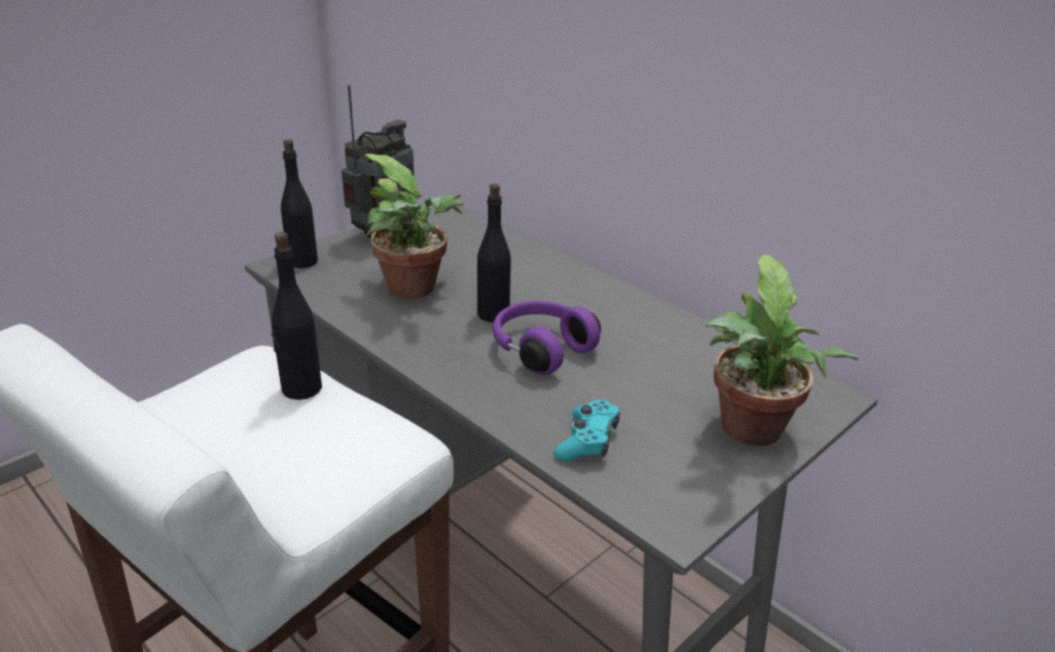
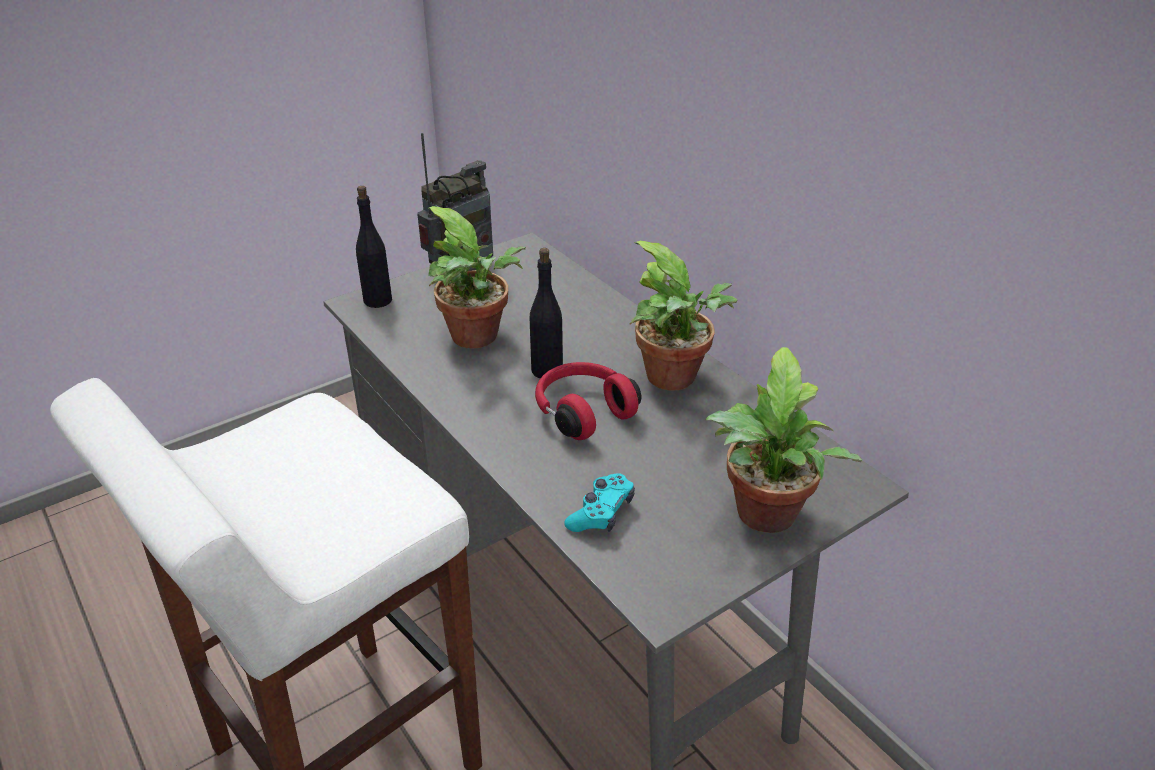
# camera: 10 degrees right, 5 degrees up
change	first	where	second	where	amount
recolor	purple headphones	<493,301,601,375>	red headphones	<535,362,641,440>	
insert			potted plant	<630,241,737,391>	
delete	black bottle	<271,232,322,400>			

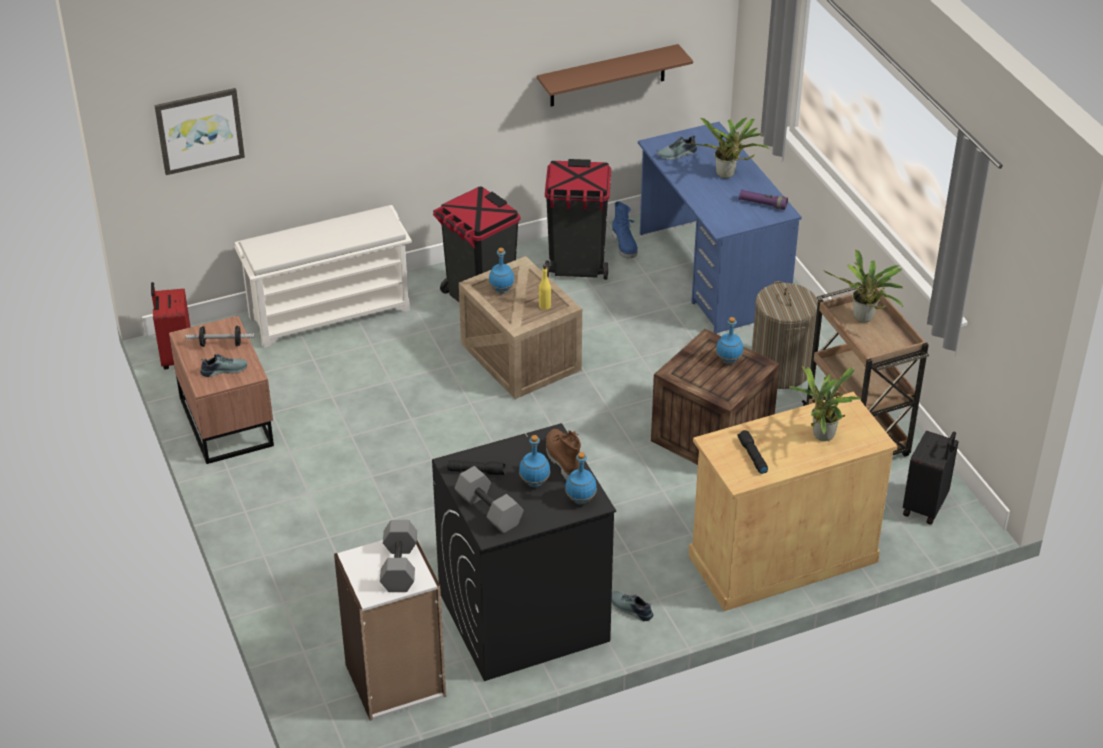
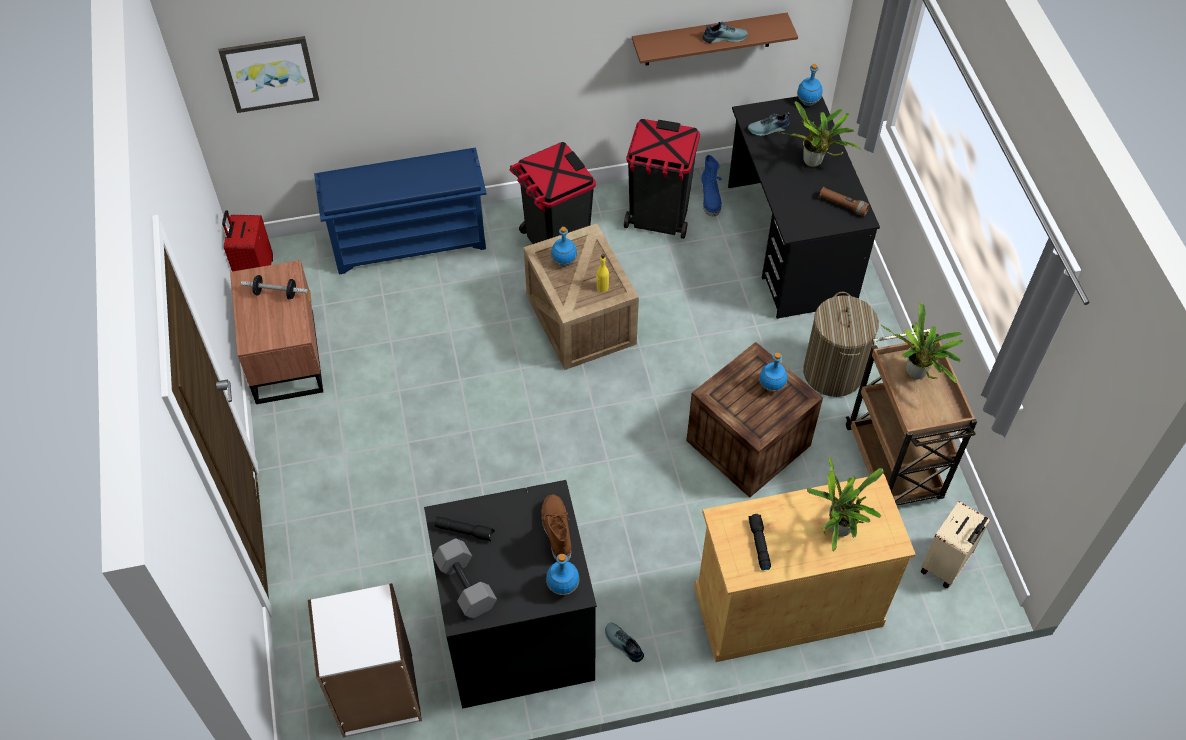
# camera: 10 degrees right, 15 degrees up
change	first	where	second	where	amount
recolor	white shoe rack	<235,205,412,348>	blue shoe rack	<314,148,487,274>	
move	shoe	<200,354,247,377>		<703,22,748,43>	
recolor	blue desk	<638,122,802,334>	black desk	<728,96,880,319>	
move	blue bottle	<519,435,550,487>		<797,64,823,106>	
recolor	purple flashlight	<739,189,788,210>	brown flashlight	<819,187,870,216>	
recolor	black suitcase	<903,430,959,525>	beige suitcase	<921,501,990,589>	
delete	grey dumbbell	<380,520,417,592>			

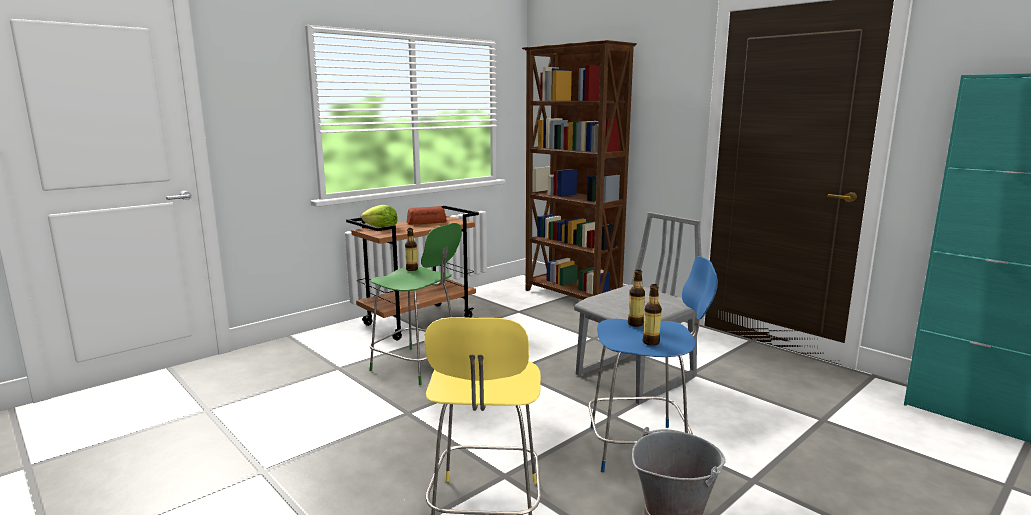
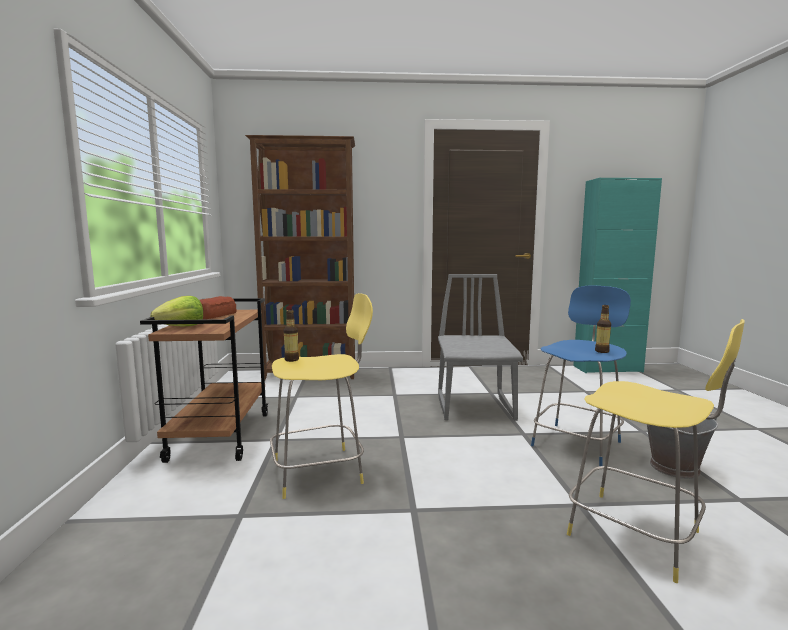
# camera: 50 degrees left, 5 degrees down
change	first	where	second	where	amount
recolor	green stool	<370,223,462,385>	yellow stool	<270,293,373,499>	
delete	bottle	<628,270,645,327>			

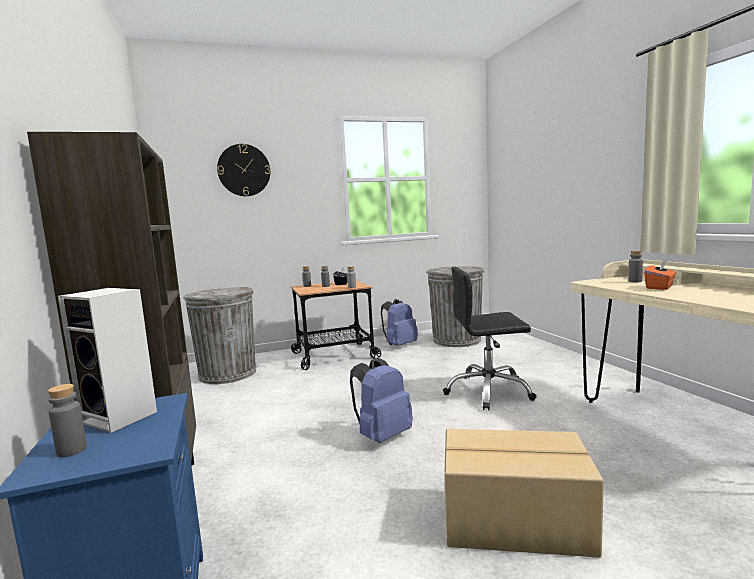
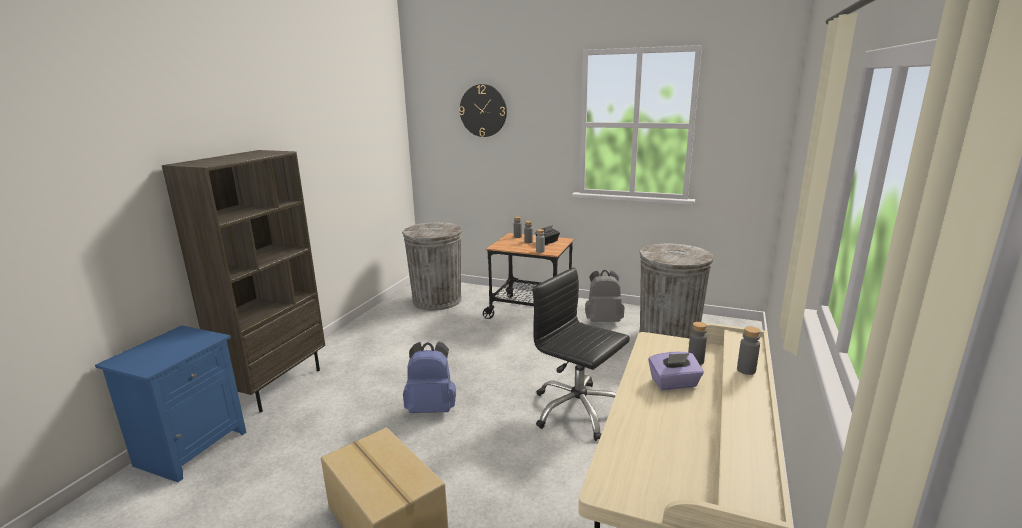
# camera: 40 degrees right, 10 degrees up
change	first	where	second	where	amount
recolor	blue backpack	<381,299,418,346>	grey backpack	<585,270,625,322>	
recolor	orange tissue box	<644,259,676,290>	purple tissue box	<648,352,704,390>	
move	grey bottle	<48,384,87,457>		<737,326,760,375>	
delete	speaker	<58,288,157,433>			

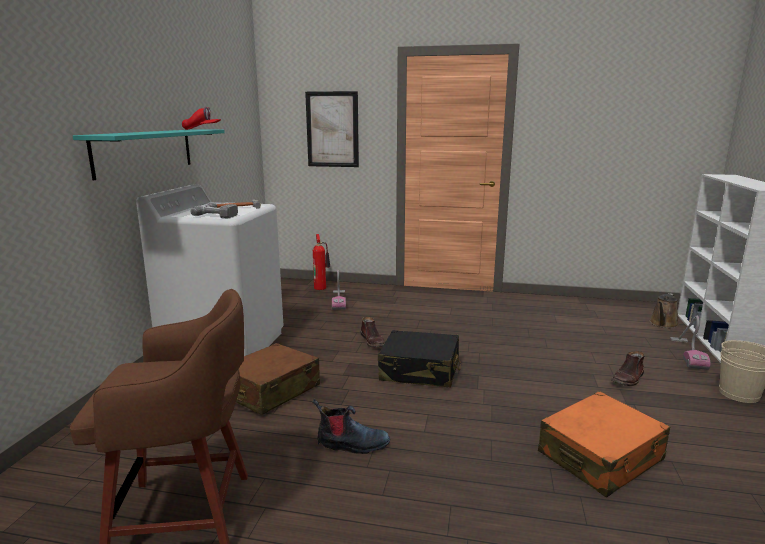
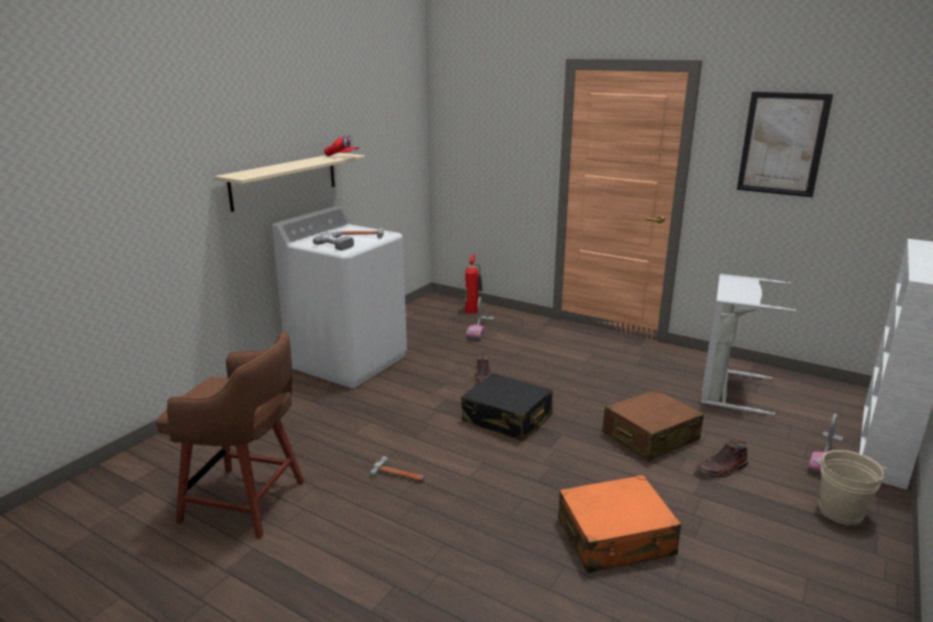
# camera: 20 degrees right, 5 degrees up
change	first	where	second	where	amount
recolor	turquoise shelf	<73,129,225,180>	beige shelf	<214,153,365,212>	
replace	boot	<312,399,390,454>	hammer	<370,456,425,481>	
move	brown suitcase	<236,343,320,415>		<602,389,704,461>	
insert			grey laundry basket	<701,274,796,415>	
move	picture	<305,91,359,167>		<737,91,833,197>	
delete	brown watering can	<649,293,679,328>			

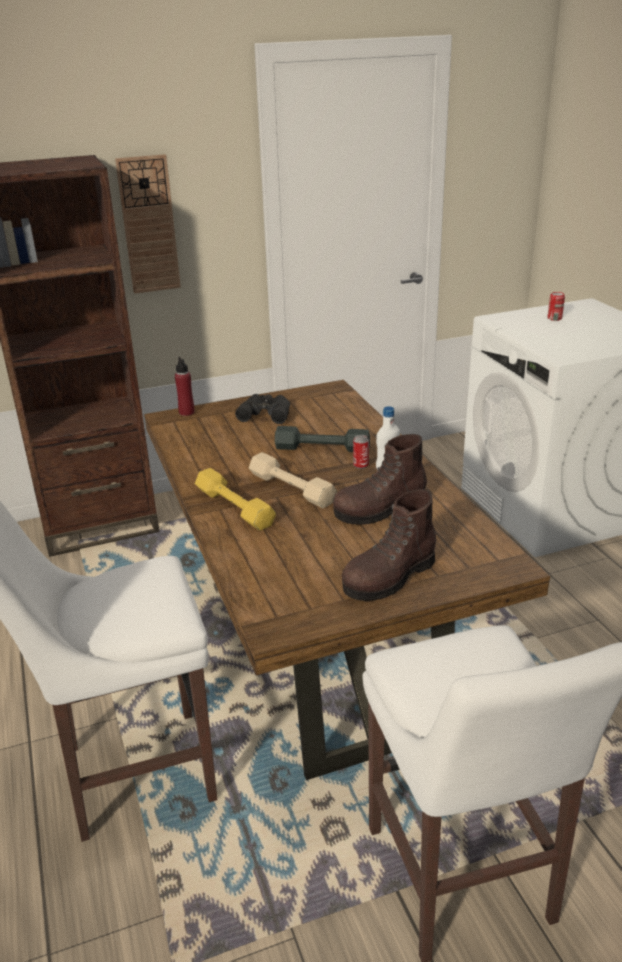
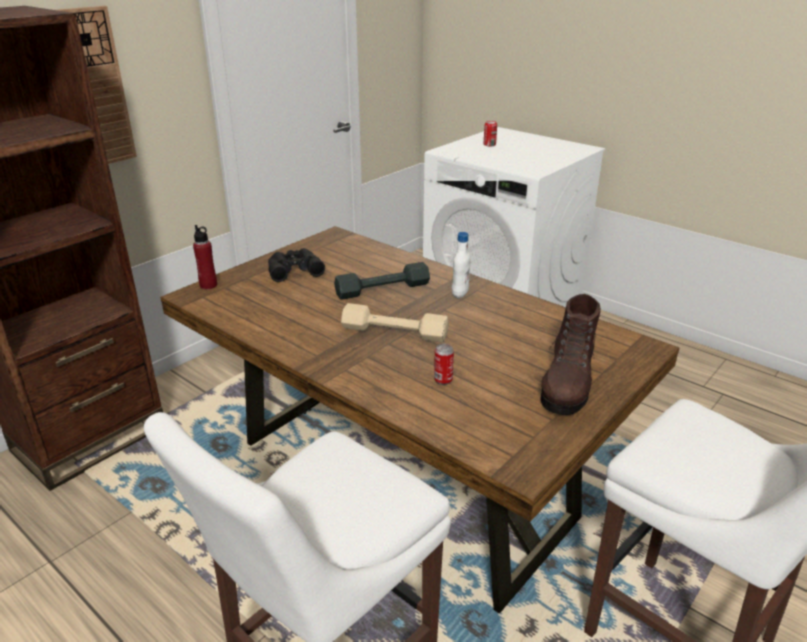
# camera: 30 degrees left, 0 degrees up
change	first	where	second	where	amount
move	can	<353,434,369,469>		<434,344,454,385>	
delete	yellow dumbbell	<195,468,276,531>			
delete	brown boot	<333,434,427,525>			

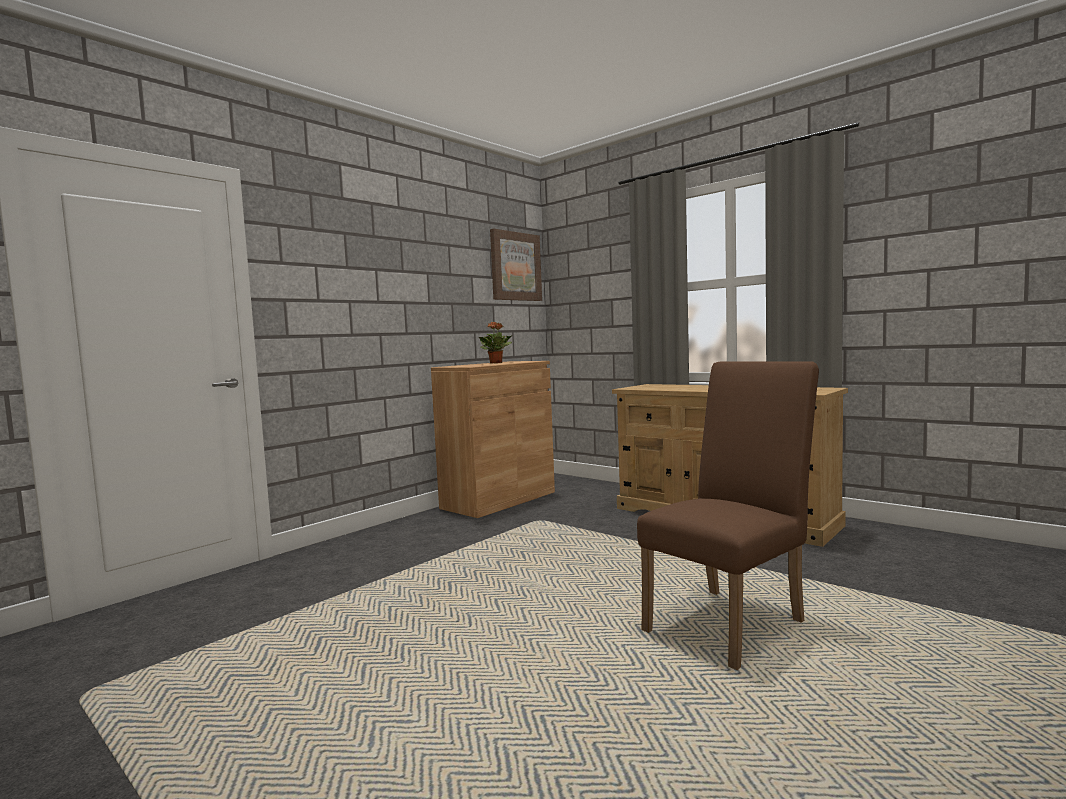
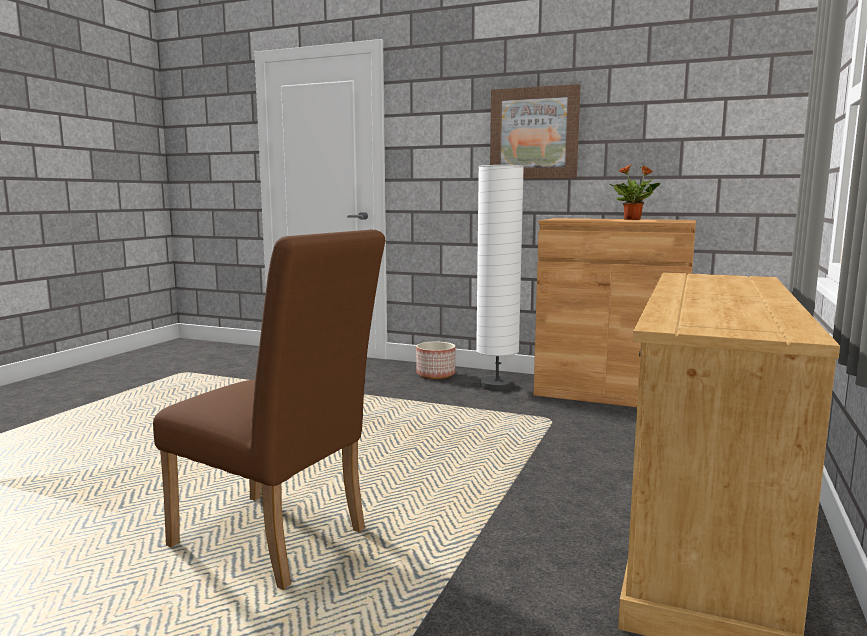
# camera: 70 degrees right, 5 degrees up
change	first	where	second	where	amount
insert			planter	<416,342,455,379>	
insert			white floor lamp	<476,165,524,391>	
move	picture	<490,229,542,301>		<490,84,581,179>	

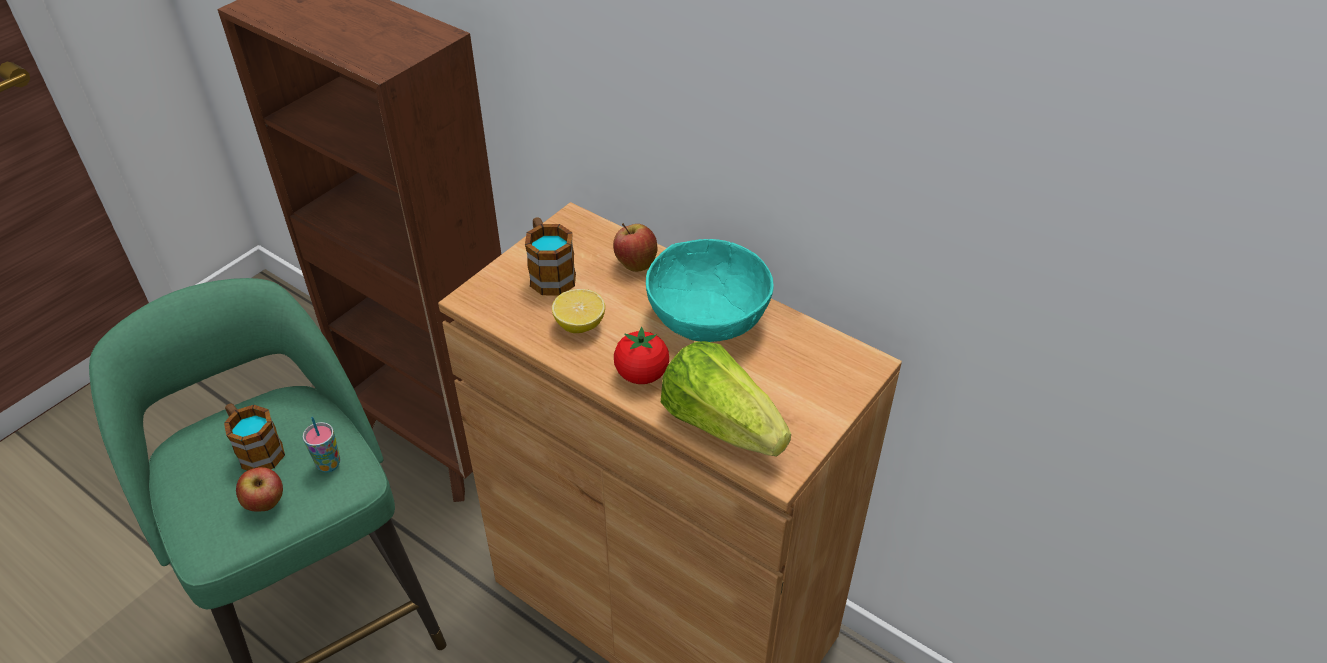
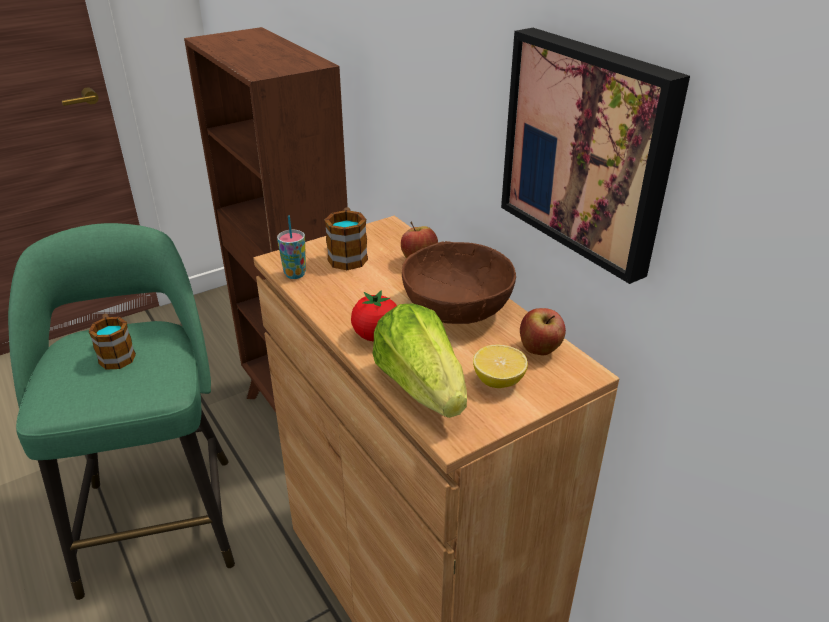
# camera: 20 degrees right, 10 degrees down
change	first	where	second	where	amount
move	cup	<303,417,341,472>		<277,216,306,279>	
recolor	turquoise bowl	<646,239,774,342>	brown bowl	<402,241,516,324>	
move	lemon	<552,289,605,333>		<473,345,528,388>	
insert			picture	<501,28,690,284>	
move	apple	<236,467,283,511>		<520,308,566,356>	

